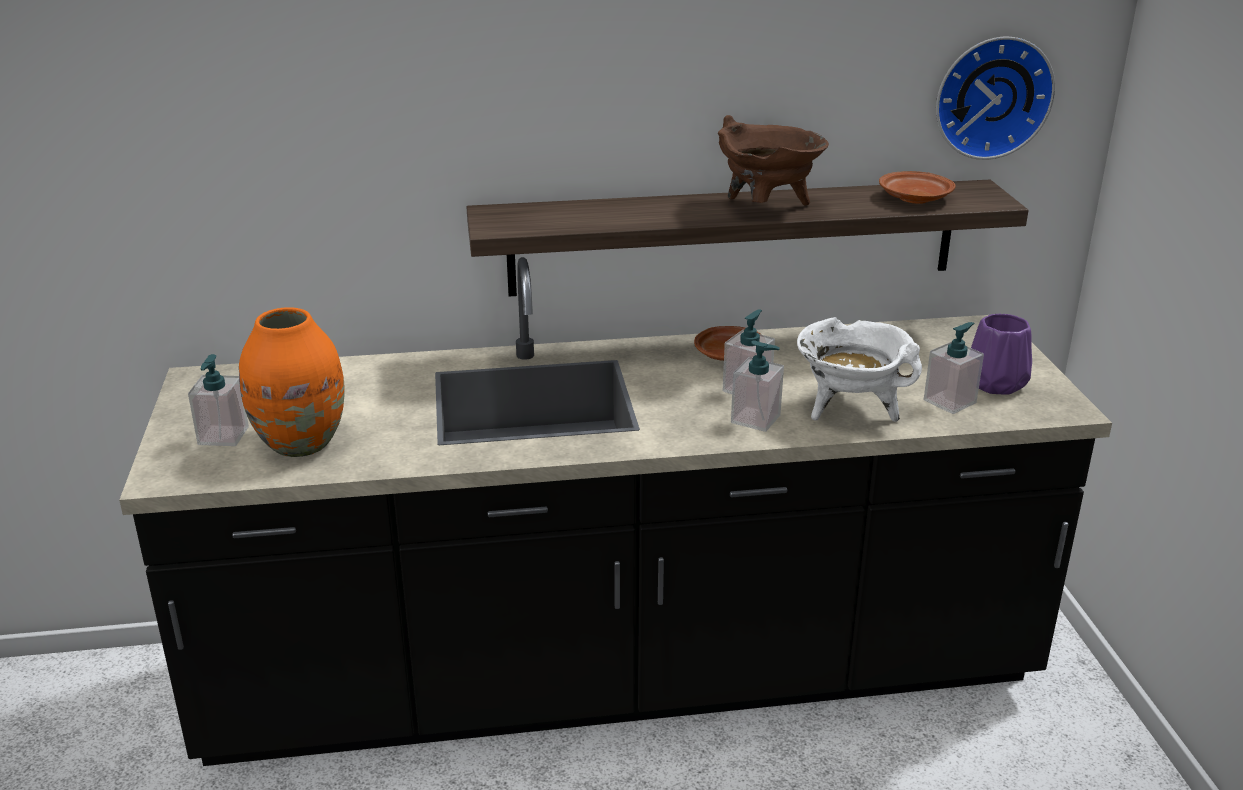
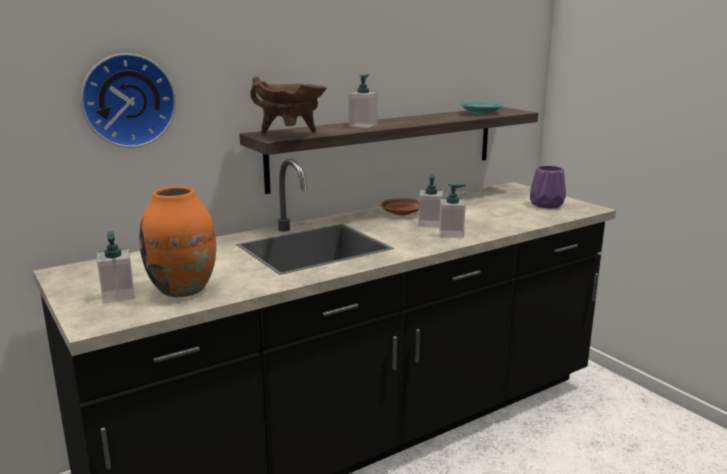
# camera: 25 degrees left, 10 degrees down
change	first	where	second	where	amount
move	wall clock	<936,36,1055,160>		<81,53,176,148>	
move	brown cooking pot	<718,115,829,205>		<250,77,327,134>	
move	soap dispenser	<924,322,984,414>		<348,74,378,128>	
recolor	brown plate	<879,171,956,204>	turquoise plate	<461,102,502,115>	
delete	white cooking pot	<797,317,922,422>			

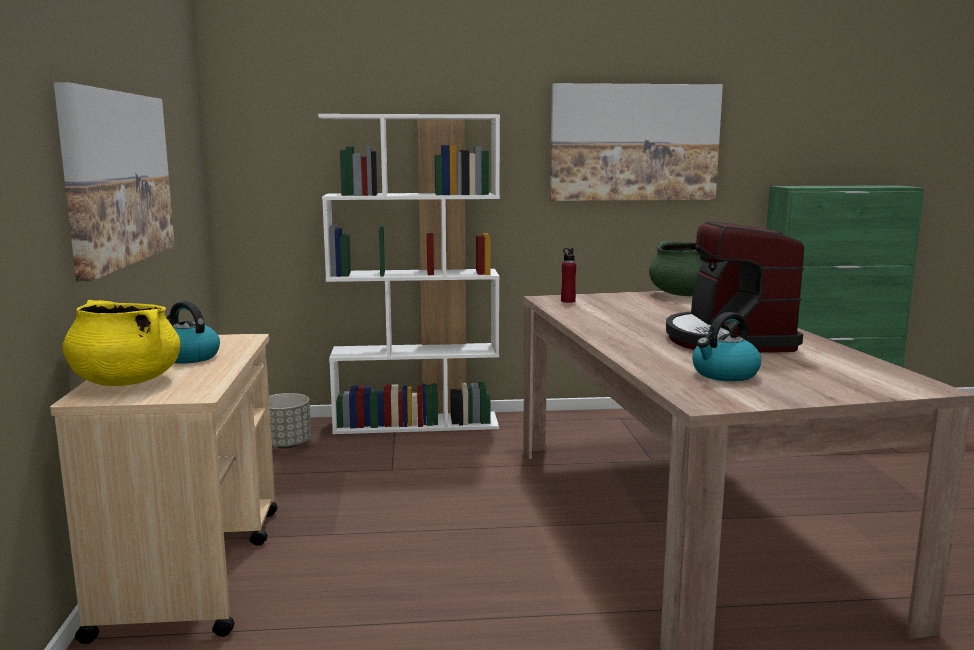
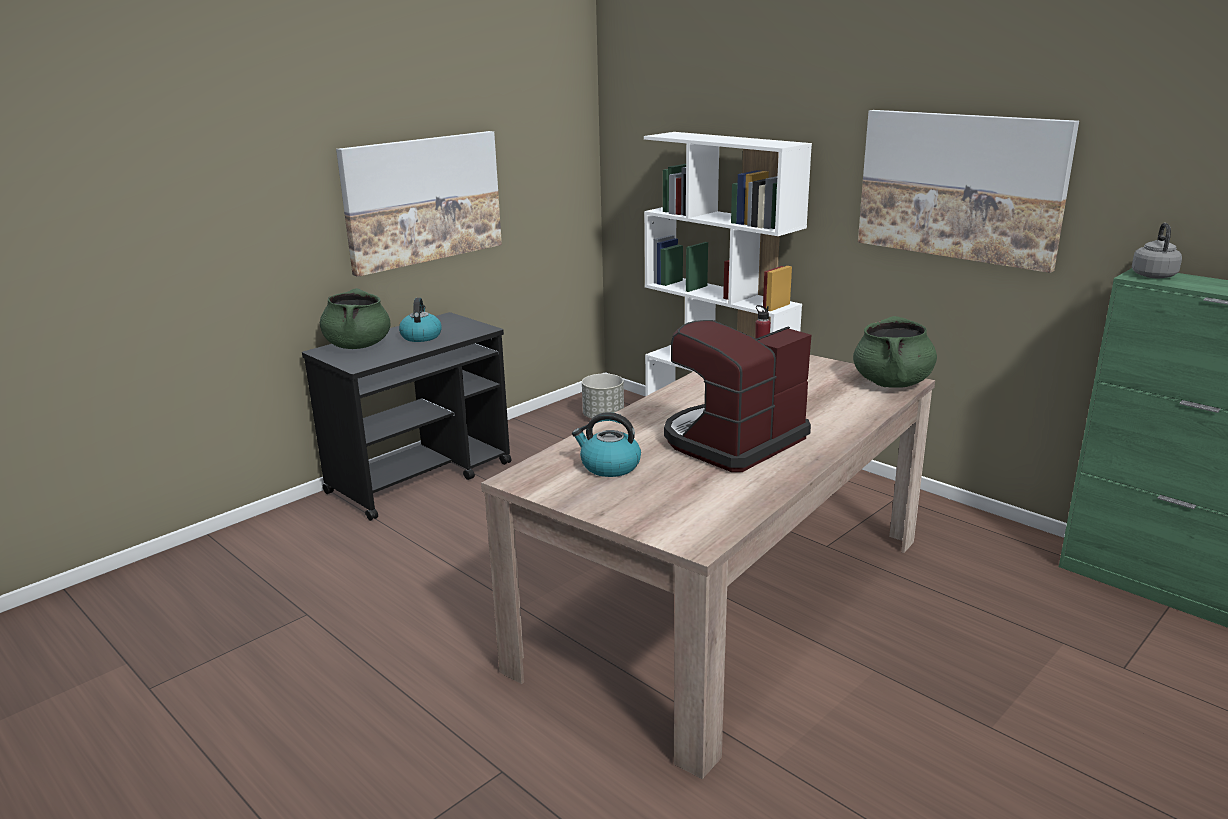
# camera: 50 degrees right, 10 degrees up
change	first	where	second	where	amount
recolor	beige cart	<50,334,278,644>	black cart	<302,312,512,521>	
recolor	yellow cooking pot	<62,300,180,386>	green cooking pot	<320,288,390,349>	
insert			grey kettle	<1132,223,1182,278>	

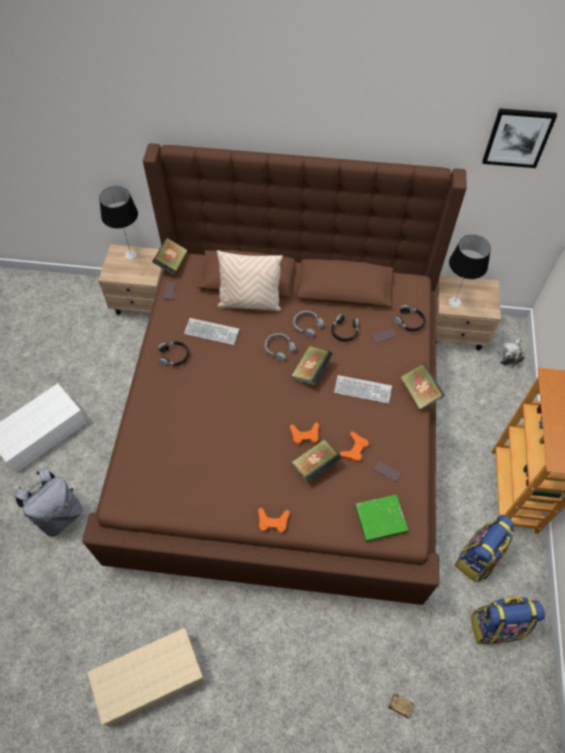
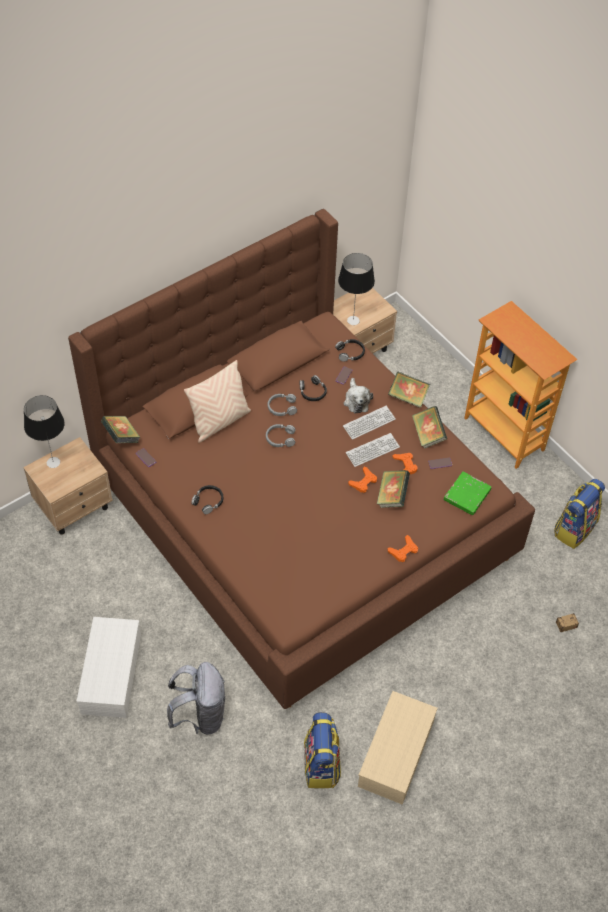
# camera: 45 degrees left, 5 degrees down
change	first	where	second	where	amount
move	backpack	<455,515,515,582>		<304,712,341,789>	
move	plush toy	<498,337,525,368>		<343,378,373,414>	
move	keyboard	<184,318,239,345>		<346,433,400,467>	
move	book	<292,346,332,385>		<412,406,447,449>	
delete	picture	<482,108,557,168>			

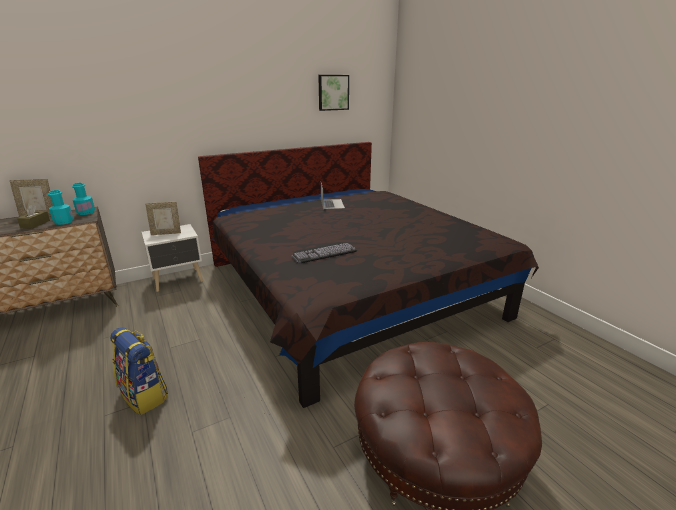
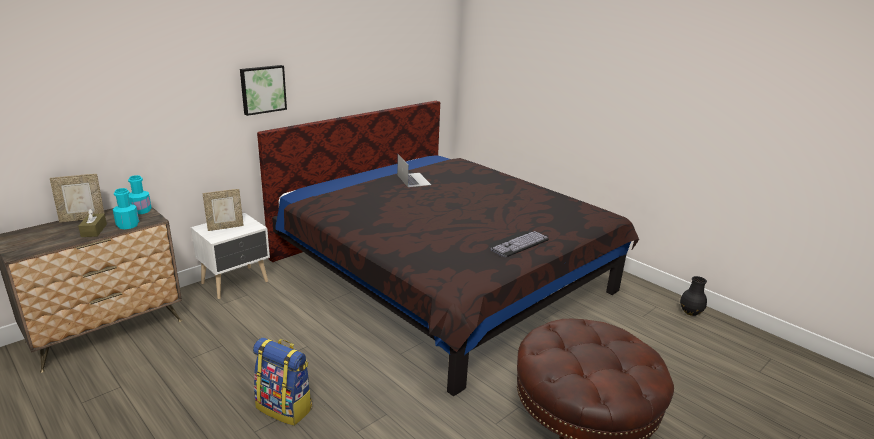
# camera: 15 degrees left, 0 degrees up
change	first	where	second	where	amount
move	picture	<318,75,349,111>		<240,65,287,116>	
move	keyboard	<292,243,357,263>		<489,231,549,257>	
insert			black vase	<680,276,707,316>	

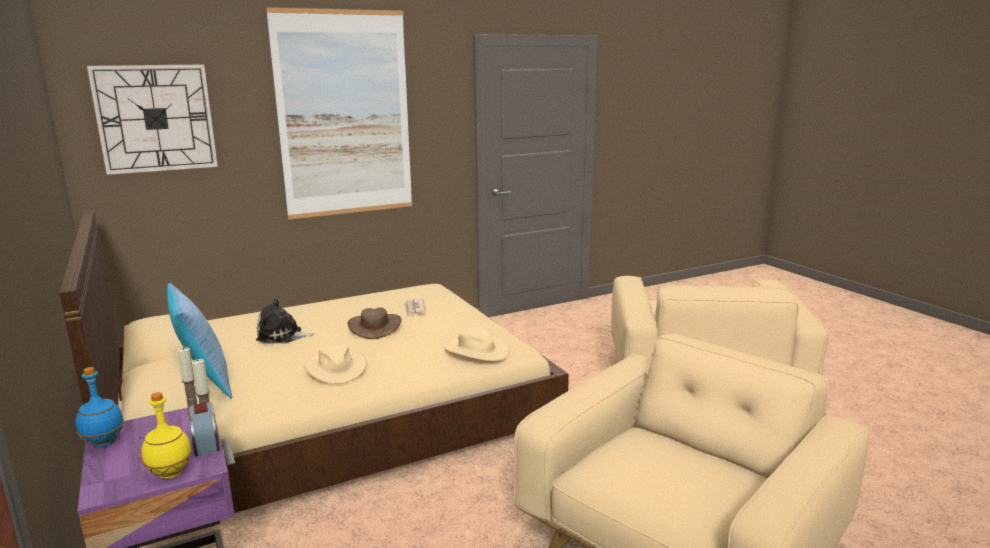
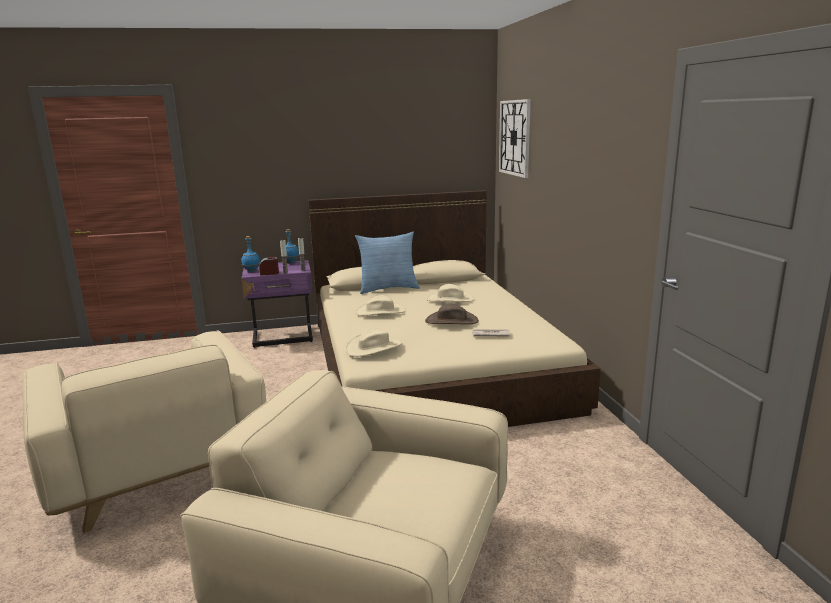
# camera: 105 degrees right, 0 degrees up
change	first	where	second	where	amount
recolor	yellow bottle	<141,392,192,479>	blue bottle	<242,236,260,272>	
replace	plush toy	<256,298,315,344>	beige hat	<427,284,474,302>	
delete	picture	<266,7,412,220>			

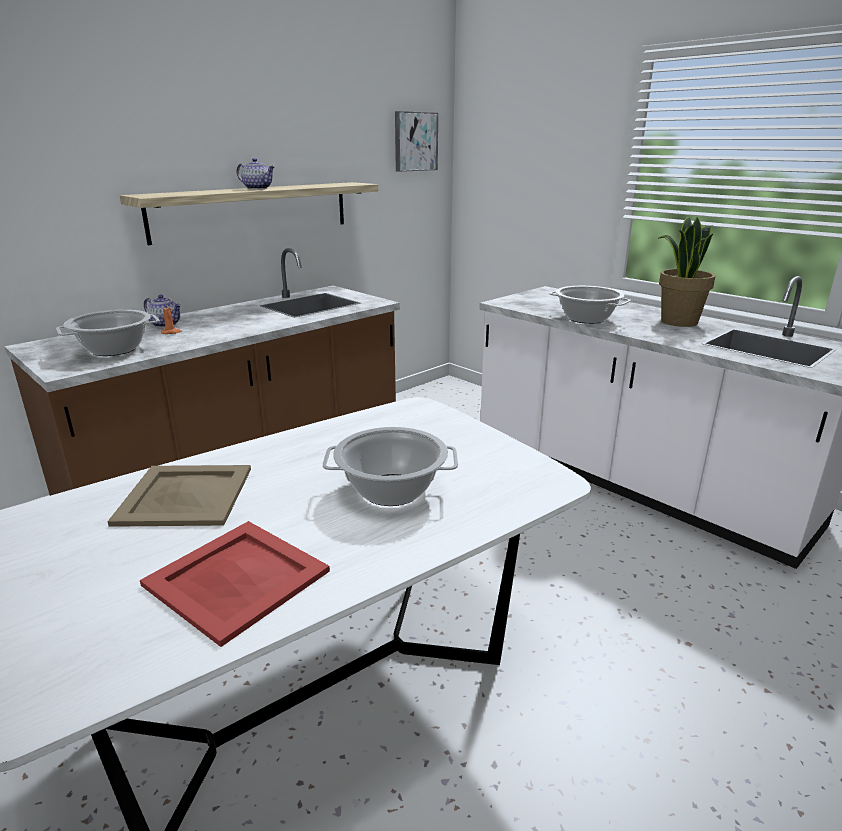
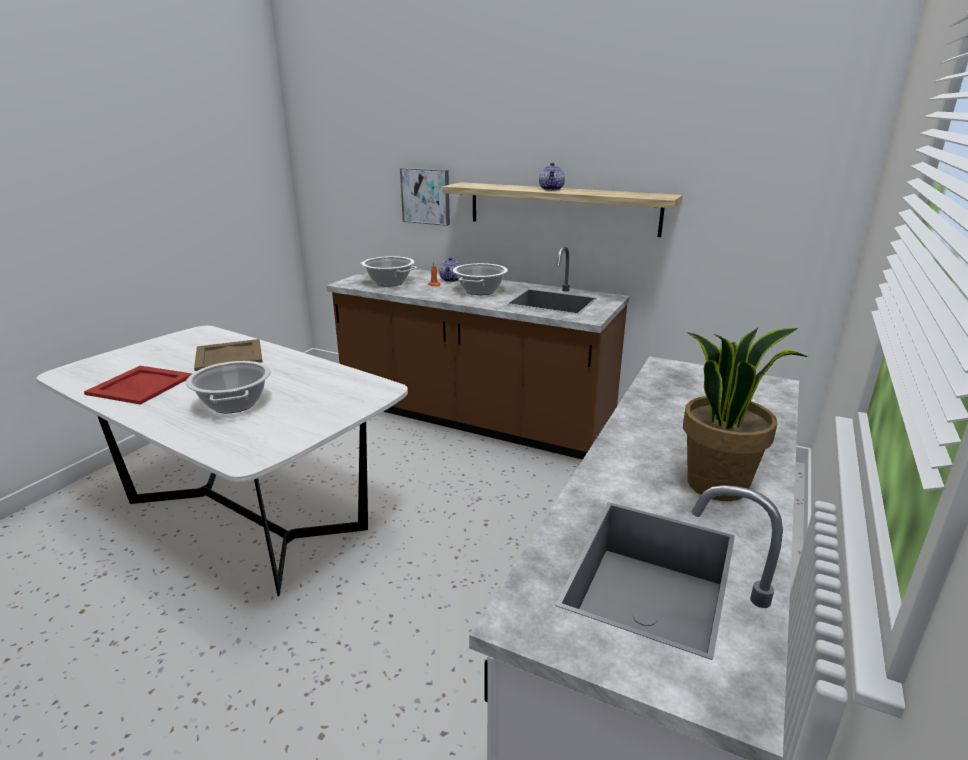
# camera: 70 degrees right, 0 degrees up
change	first	where	second	where	amount
move	picture	<395,111,438,172>		<400,168,450,226>	
move	cooking pot	<549,286,631,324>		<453,263,508,295>	

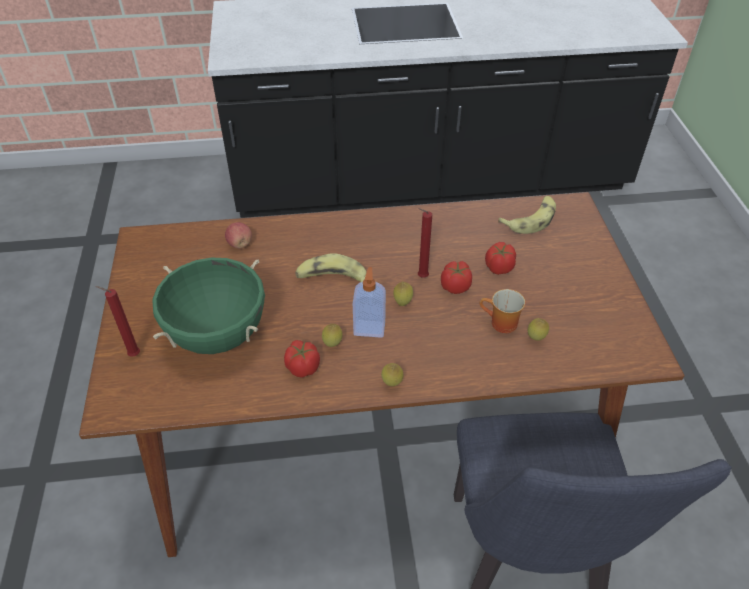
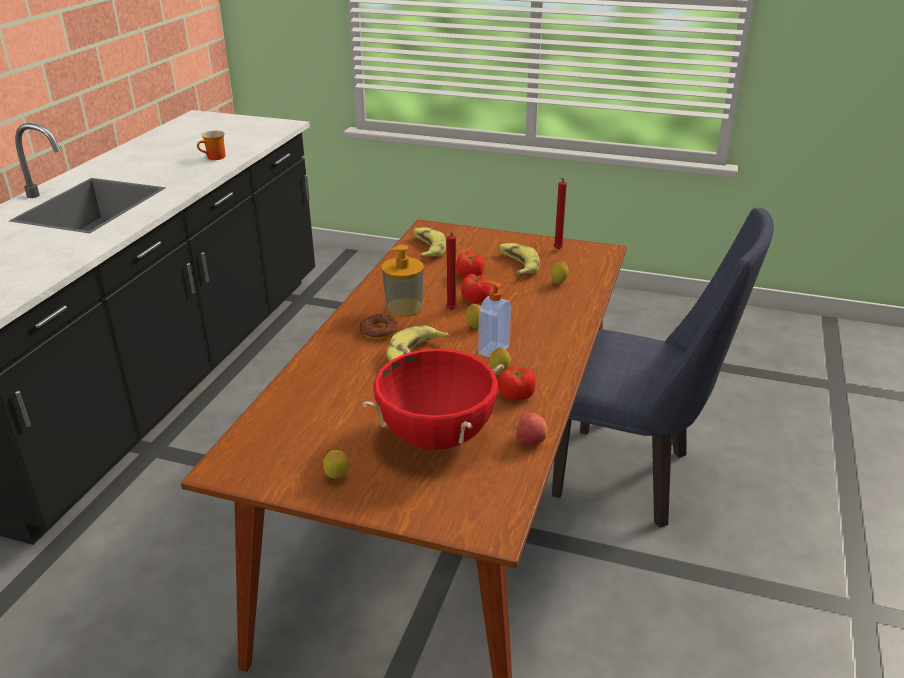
# camera: 65 degrees left, 15 degrees down
change	first	where	second	where	amount
move	mug	<480,289,525,333>		<197,131,226,160>	
move	lemon	<381,363,403,386>		<323,450,348,479>	
insert			donut	<359,314,399,339>	
recolor	green cooking pot	<152,258,265,354>	red cooking pot	<362,346,504,450>	
insert			soap dispenser	<382,245,424,317>	
insert			banana	<498,243,540,275>	
move	apple	<225,222,252,248>		<514,412,547,445>	
move	red candle	<95,286,140,357>		<554,178,567,249>	

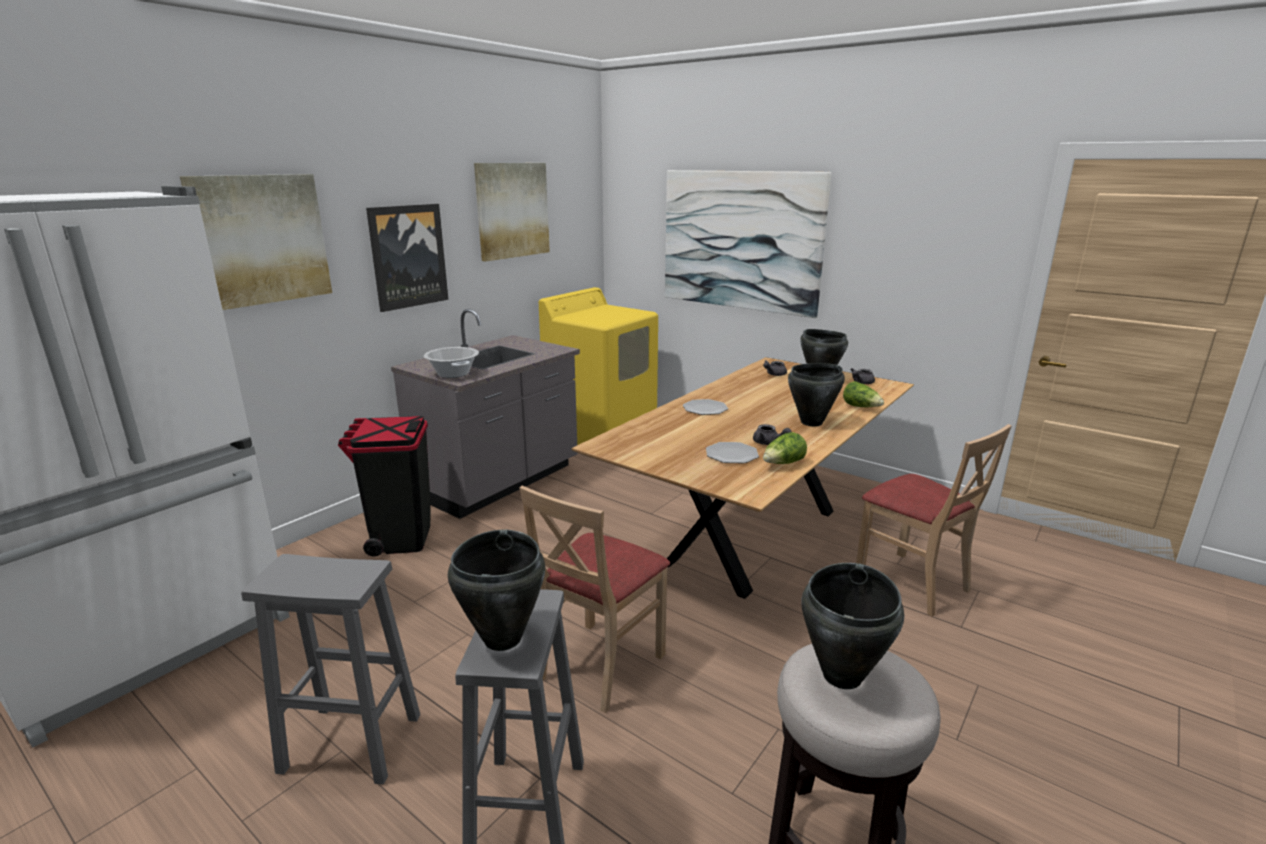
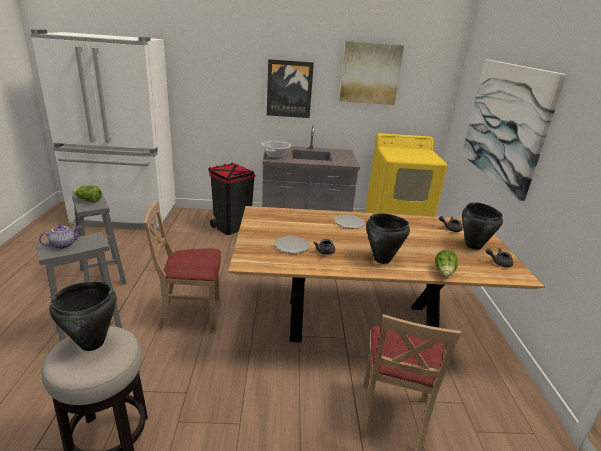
# camera: 50 degrees right, 5 degrees up
change	first	where	second	where	amount
replace	black cooking pot	<448,530,545,651>	teapot	<39,225,81,249>	
move	lettuce	<763,432,807,464>		<72,186,102,202>	
delete	picture	<180,174,332,310>			

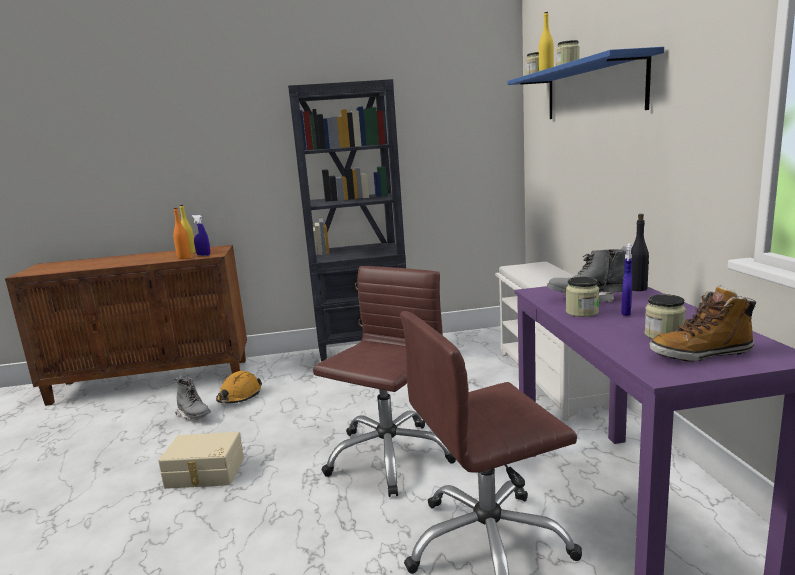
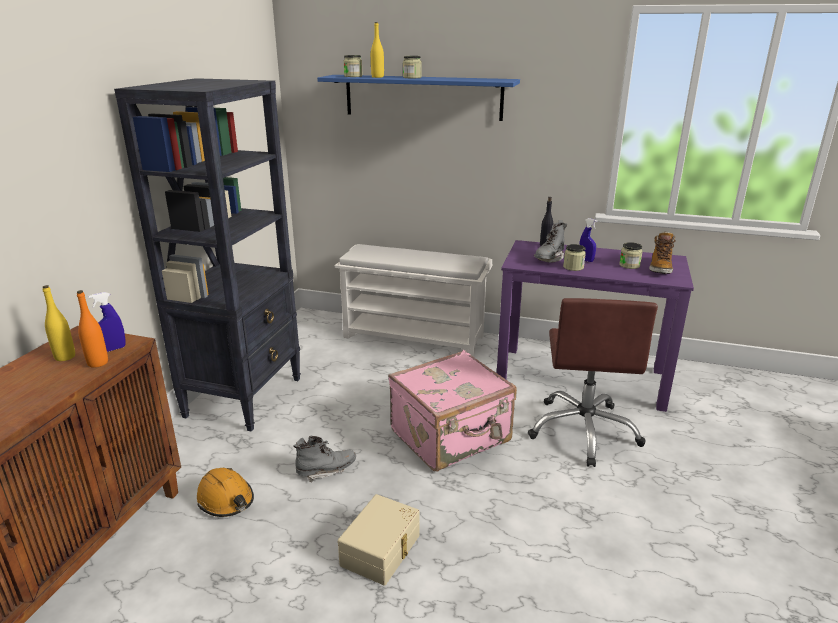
# camera: 65 degrees left, 10 degrees up
change	first	where	second	where	amount
move	grey boot	<175,377,211,420>		<293,436,356,483>	
replace	brown office chair	<313,266,456,497>	pink suitcase	<388,350,517,471>	

